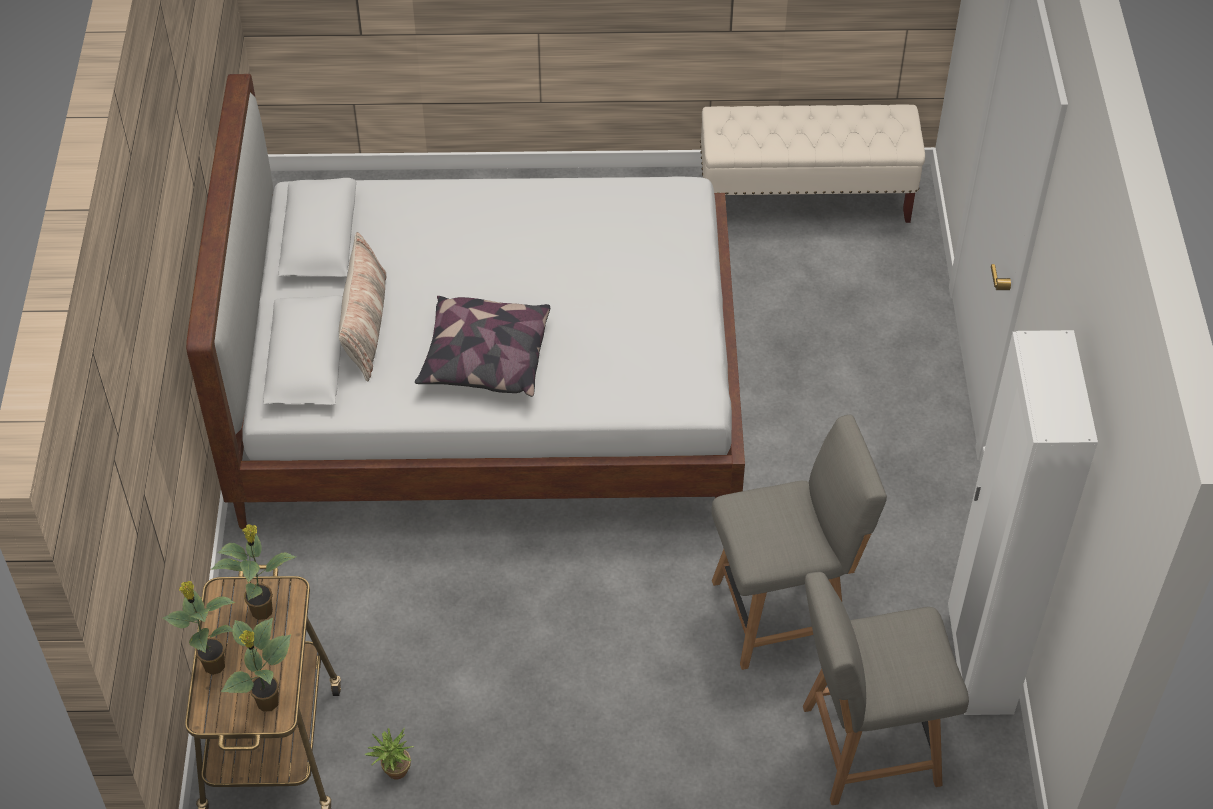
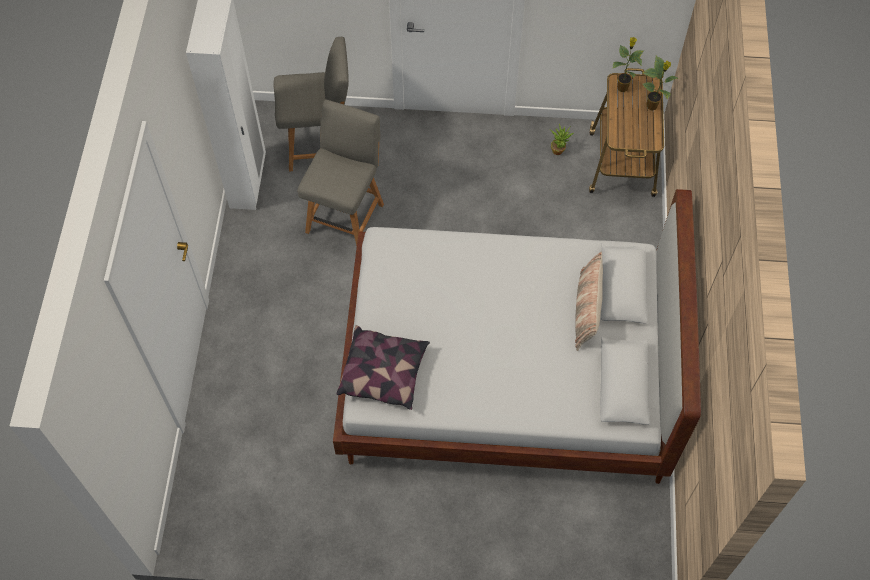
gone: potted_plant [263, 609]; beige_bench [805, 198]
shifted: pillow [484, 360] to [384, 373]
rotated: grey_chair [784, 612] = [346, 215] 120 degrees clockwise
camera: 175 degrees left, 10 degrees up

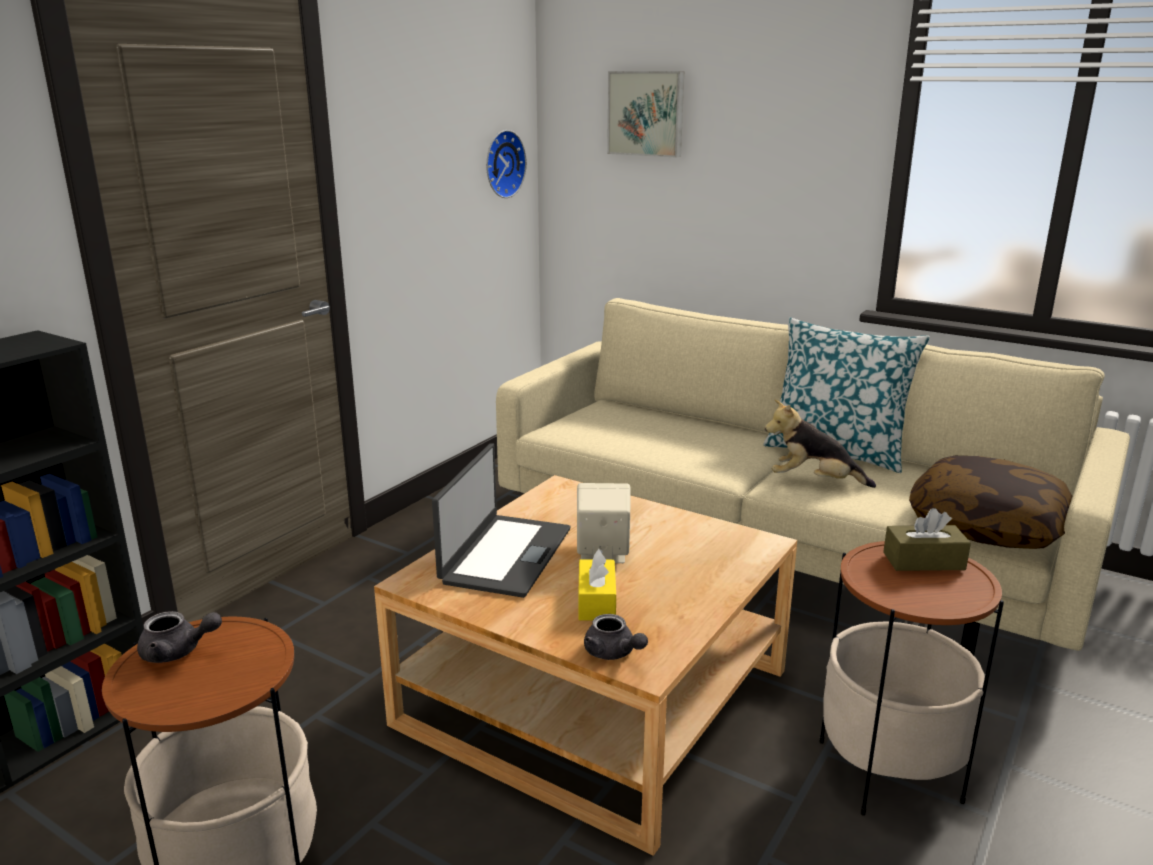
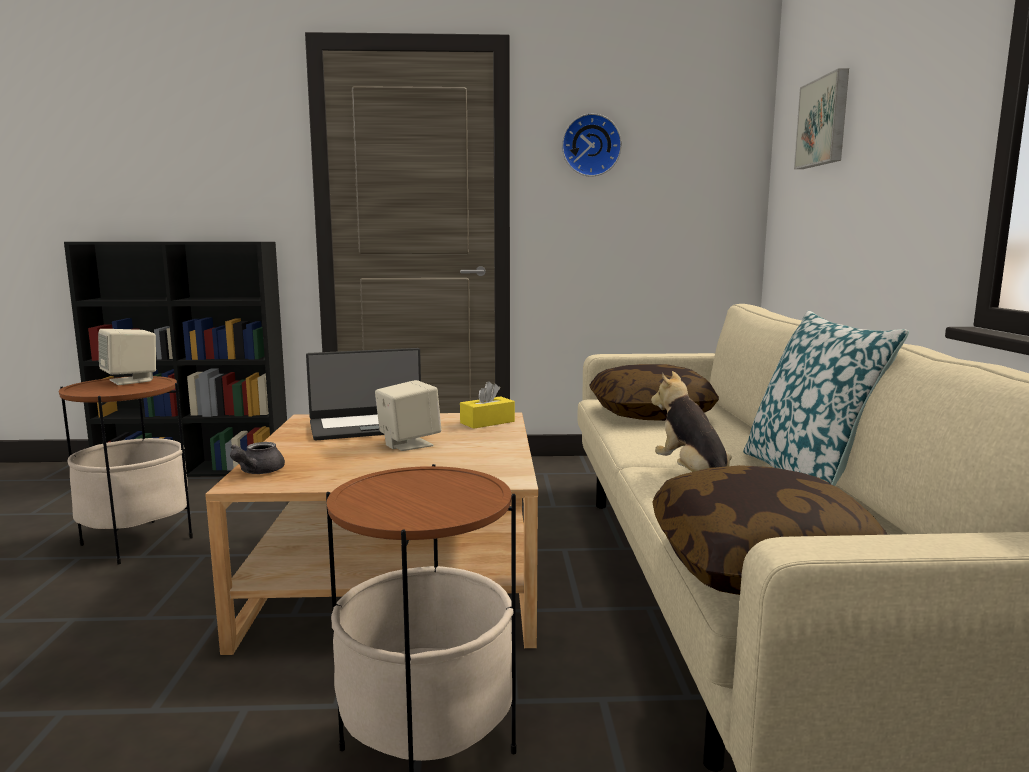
gone: brown_tissue_box [923, 561]
new: pillow [650, 414]
shifted: wall_clock [502, 164] to [591, 145]; yellow_tissue_box [596, 602] to [487, 422]
swapped: grey_teapot [178, 652] to beige_speaker [131, 380]
camera: 55 degrees right, 10 degrees down

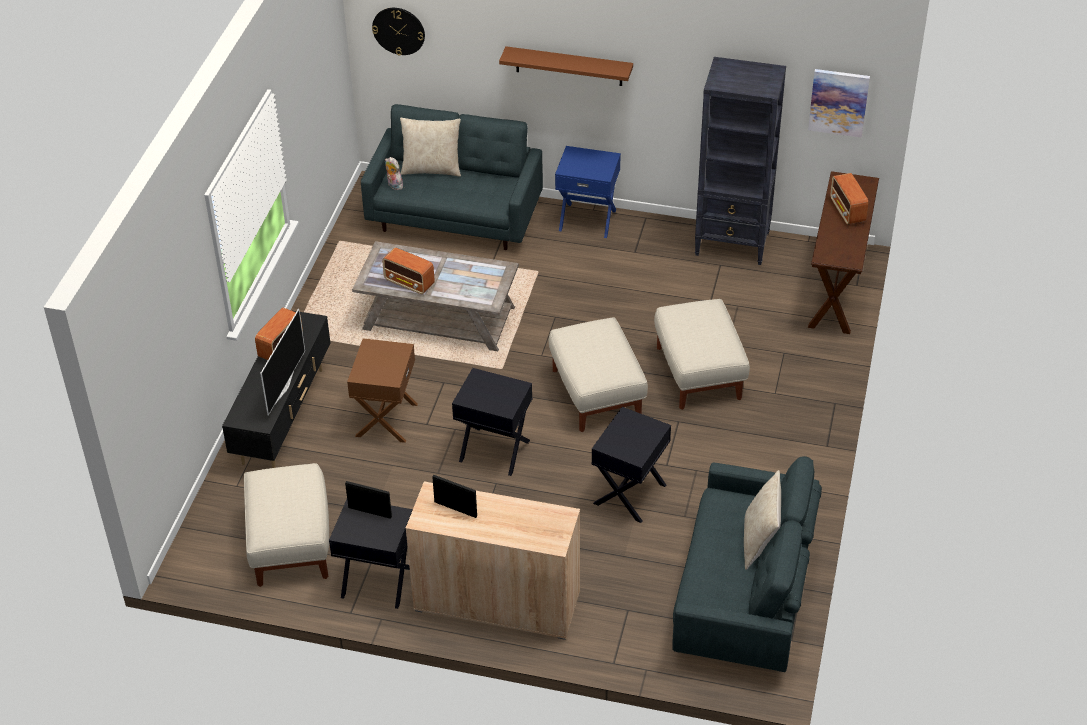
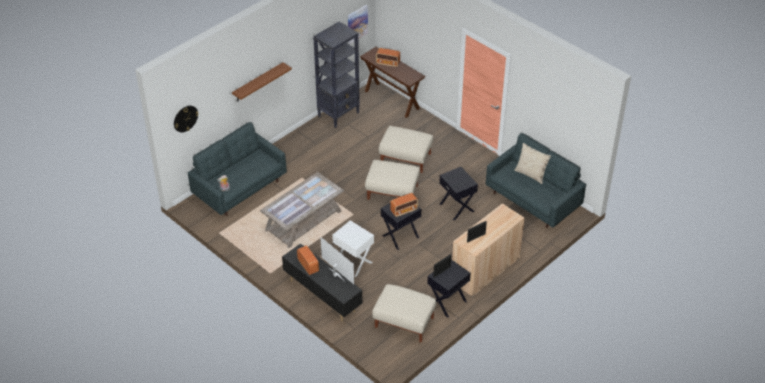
gone: beige_pillow [431, 169]; blue_nightstand [588, 219]
shifted: radio [409, 283] to [404, 210]
repainted: brown_side_table [385, 420] to white_side_table [353, 263]
camera: 60 degrees left, 0 degrees up

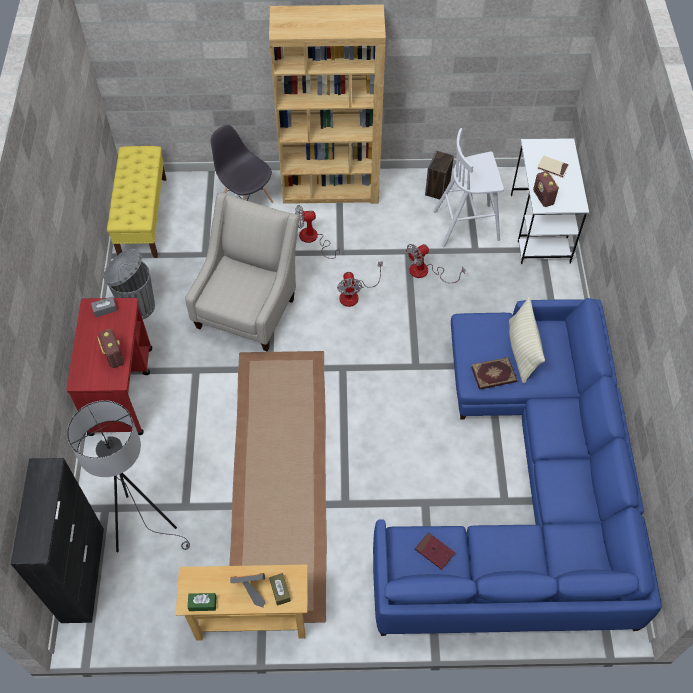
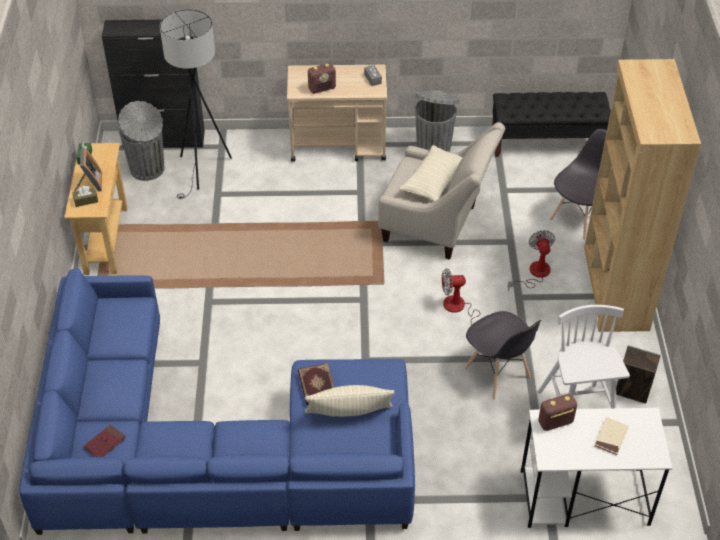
new: grey_trash_can [148, 169]; beige_pillow [433, 181]
shifted: red_book [434, 551] to [105, 443]
swapped: fan [426, 272] to grey_chair [497, 374]
repainted: red_cart [121, 390] to beige_cart [339, 145]; yellow_bench [142, 217] to black_bench [547, 143]
camera: 90 degrees right, 10 degrees down

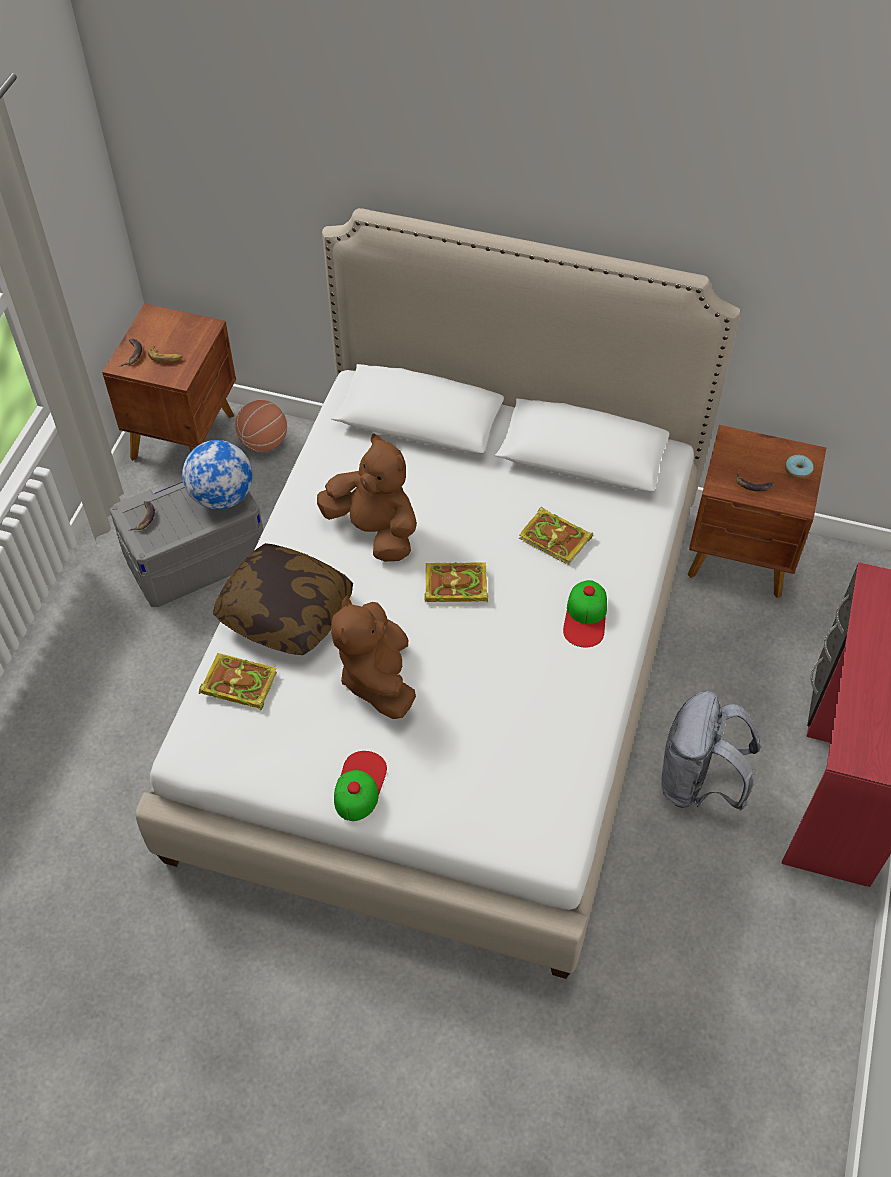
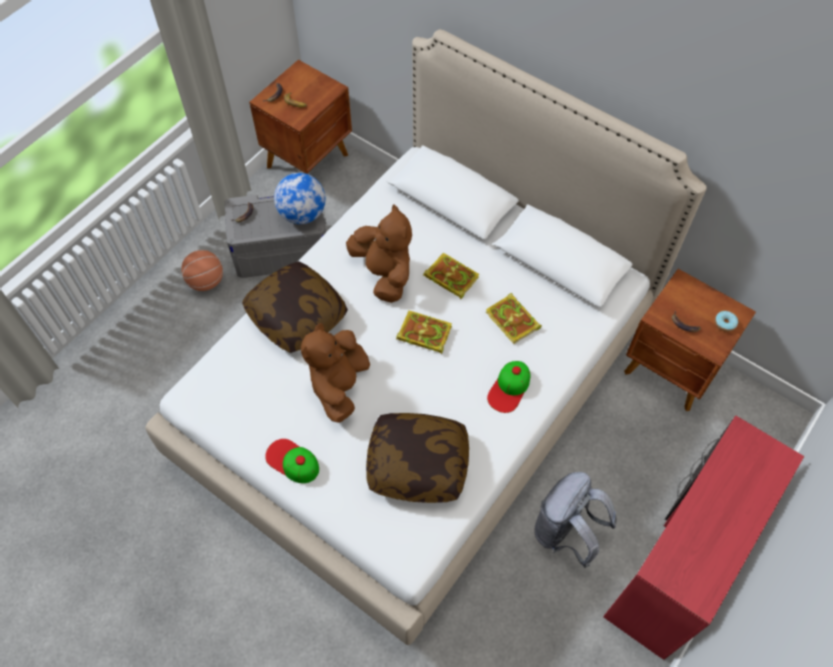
new: pillow [418, 464]
shifted: book [237, 684] to [450, 277]; basketball [263, 442] to [206, 281]
rotated: cap [359, 785] = [292, 461] 90 degrees counterclockwise
camera: 20 degrees right, 5 degrees up

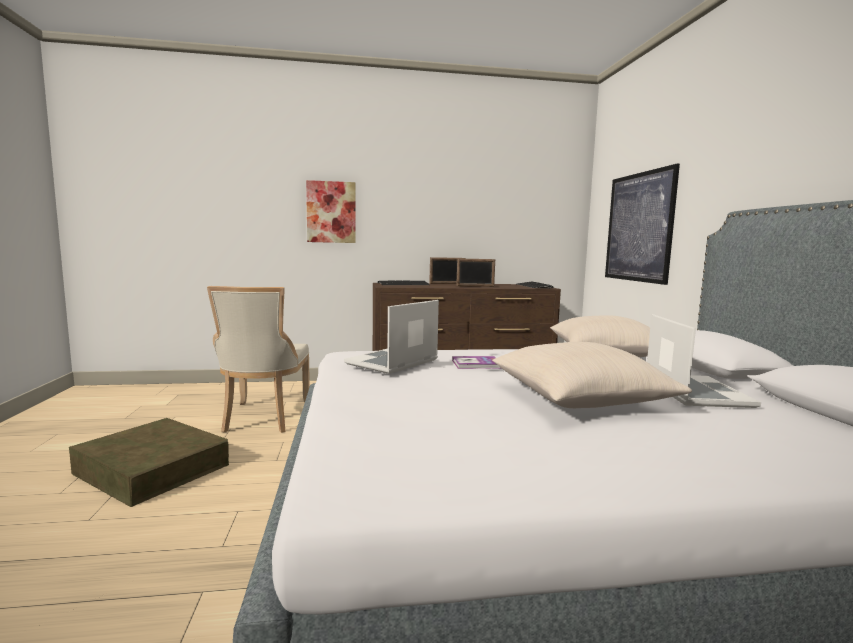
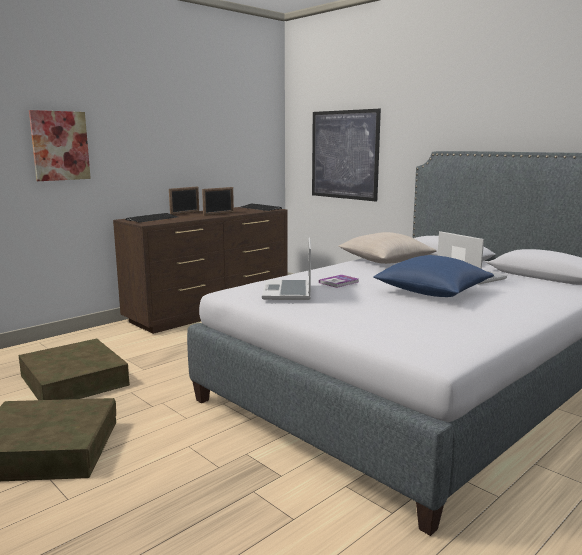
swapped: beige_chair [264, 419] to brown_storage_box [74, 380]
repainted: beige_pillow [579, 399] to blue_pillow [432, 292]
camera: 35 degrees left, 5 degrees up

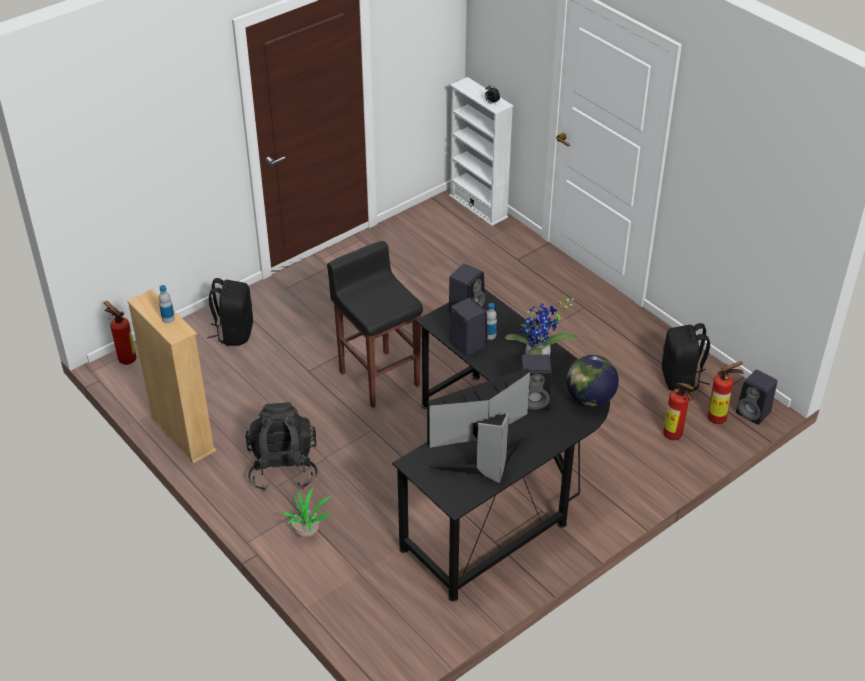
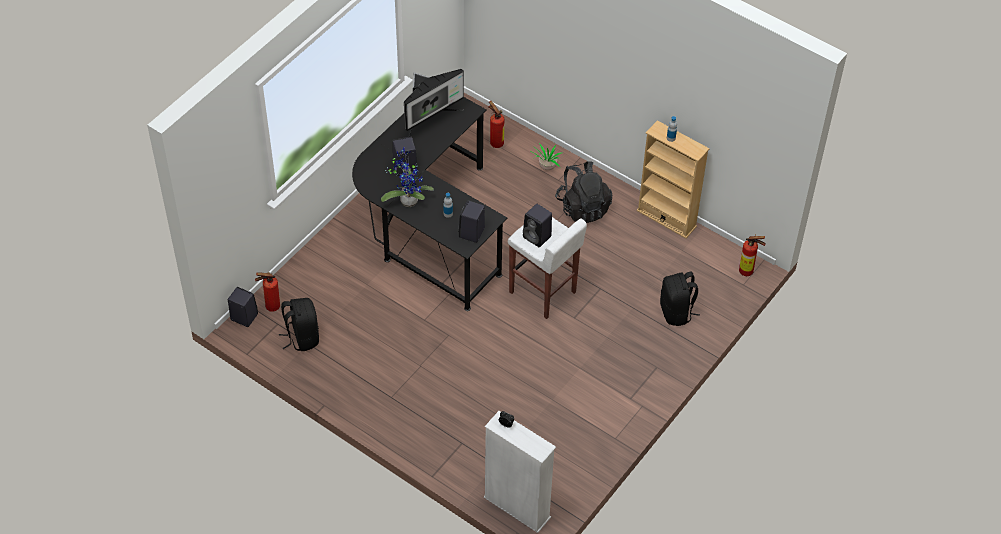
gone: globe [590, 398]
shifted: black_speaker [467, 344] to [538, 237]; fire_extinguisher [674, 436] to [495, 142]
repainted: black_stool [379, 377] to white_stool [542, 293]
camera: 165 degrees right, 10 degrees up

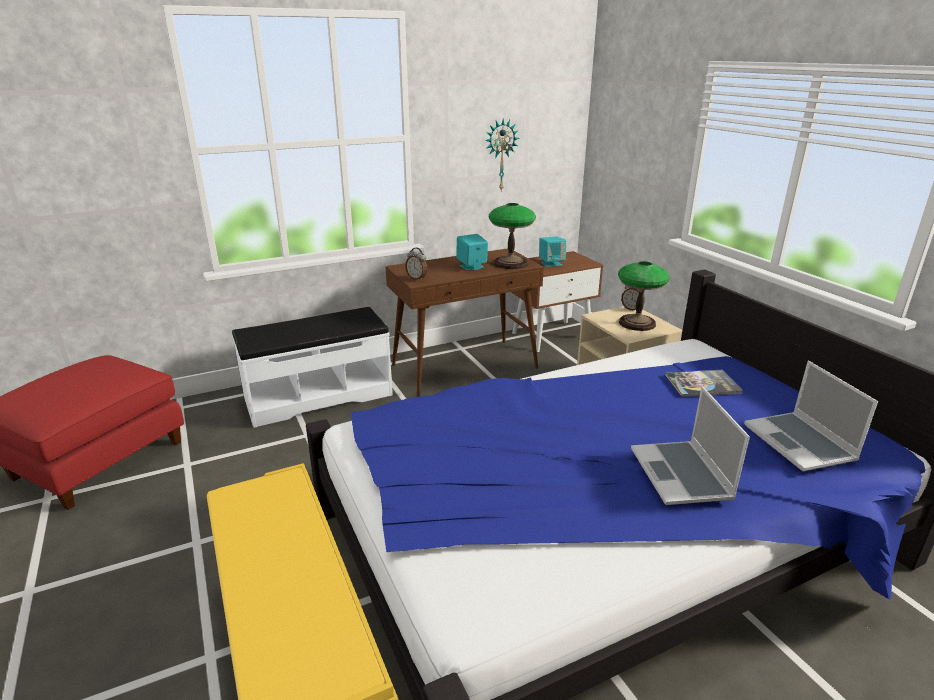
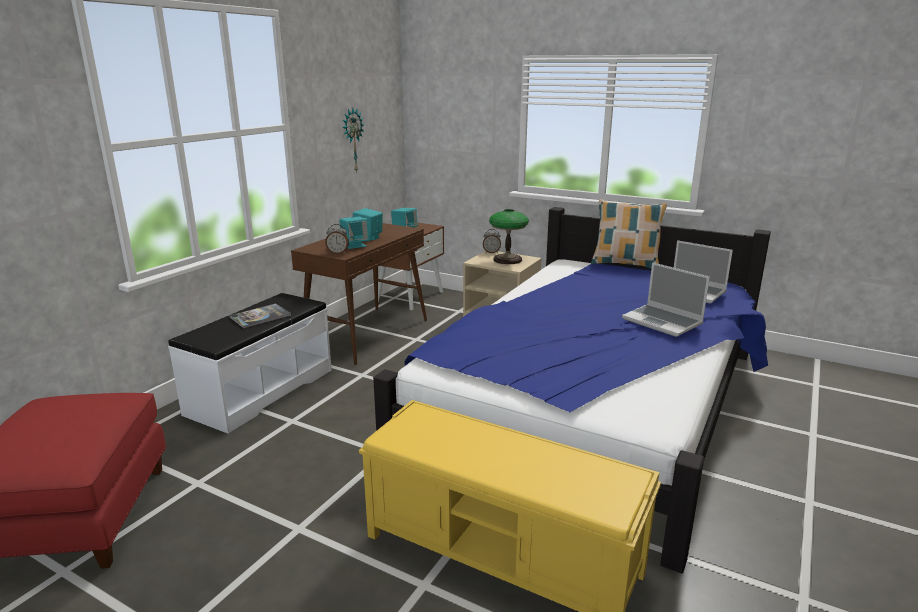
gone: table_lamp [511, 263]
new: turquoise_speaker [355, 245]; pillow [625, 264]
shifted: book [702, 384] to [260, 316]
camera: 35 degrees left, 5 degrees down

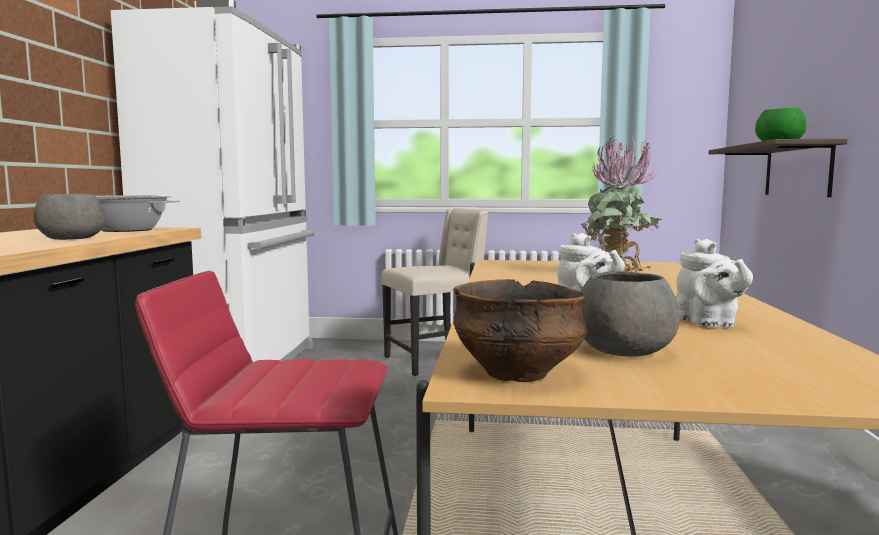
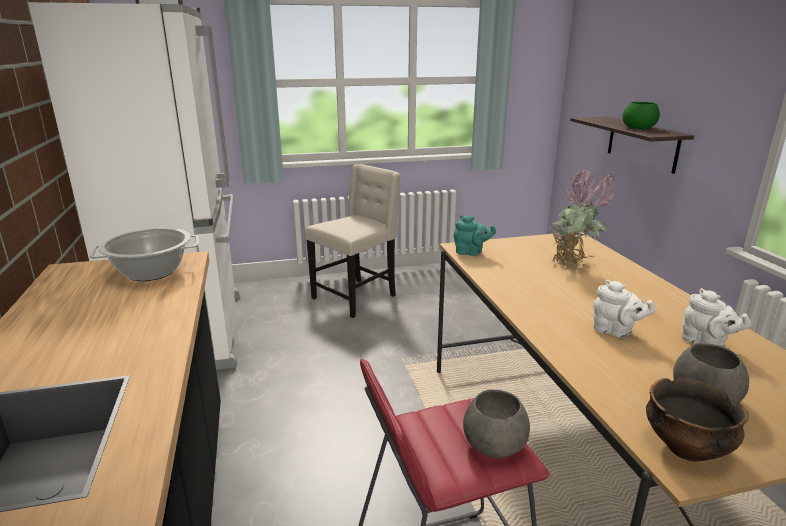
new: turquoise_teapot [471, 253]
shifted: grey_bowl [70, 238] to [494, 444]
camera: 20 degrees left, 15 degrees up

